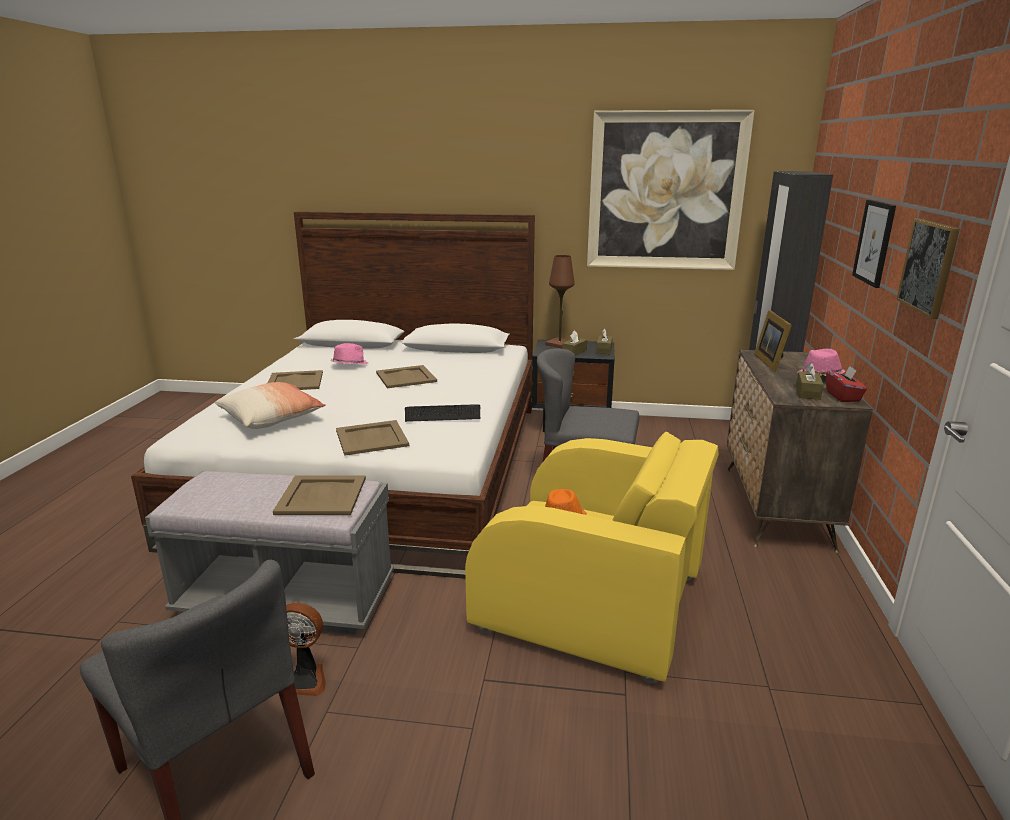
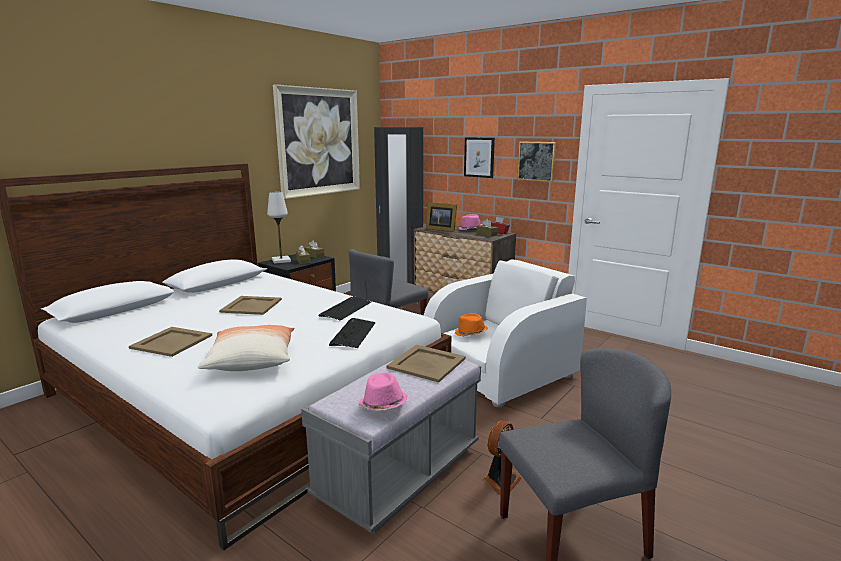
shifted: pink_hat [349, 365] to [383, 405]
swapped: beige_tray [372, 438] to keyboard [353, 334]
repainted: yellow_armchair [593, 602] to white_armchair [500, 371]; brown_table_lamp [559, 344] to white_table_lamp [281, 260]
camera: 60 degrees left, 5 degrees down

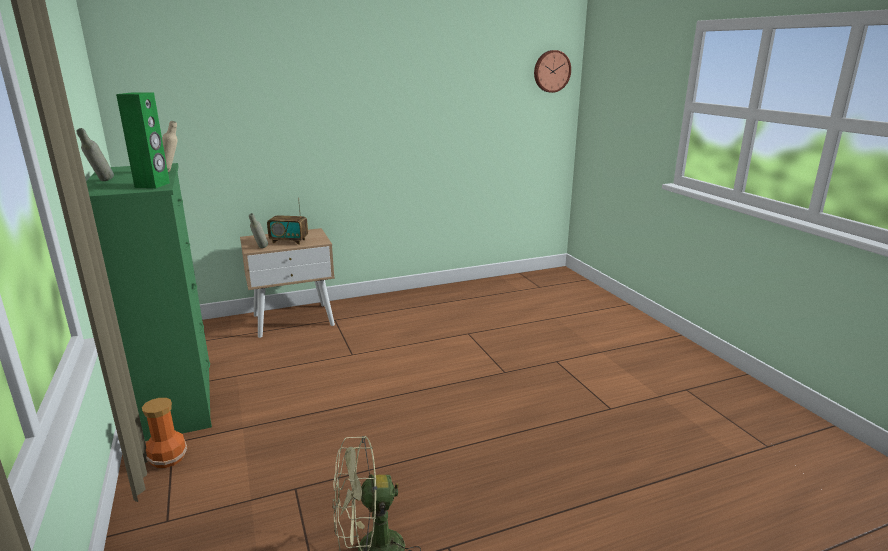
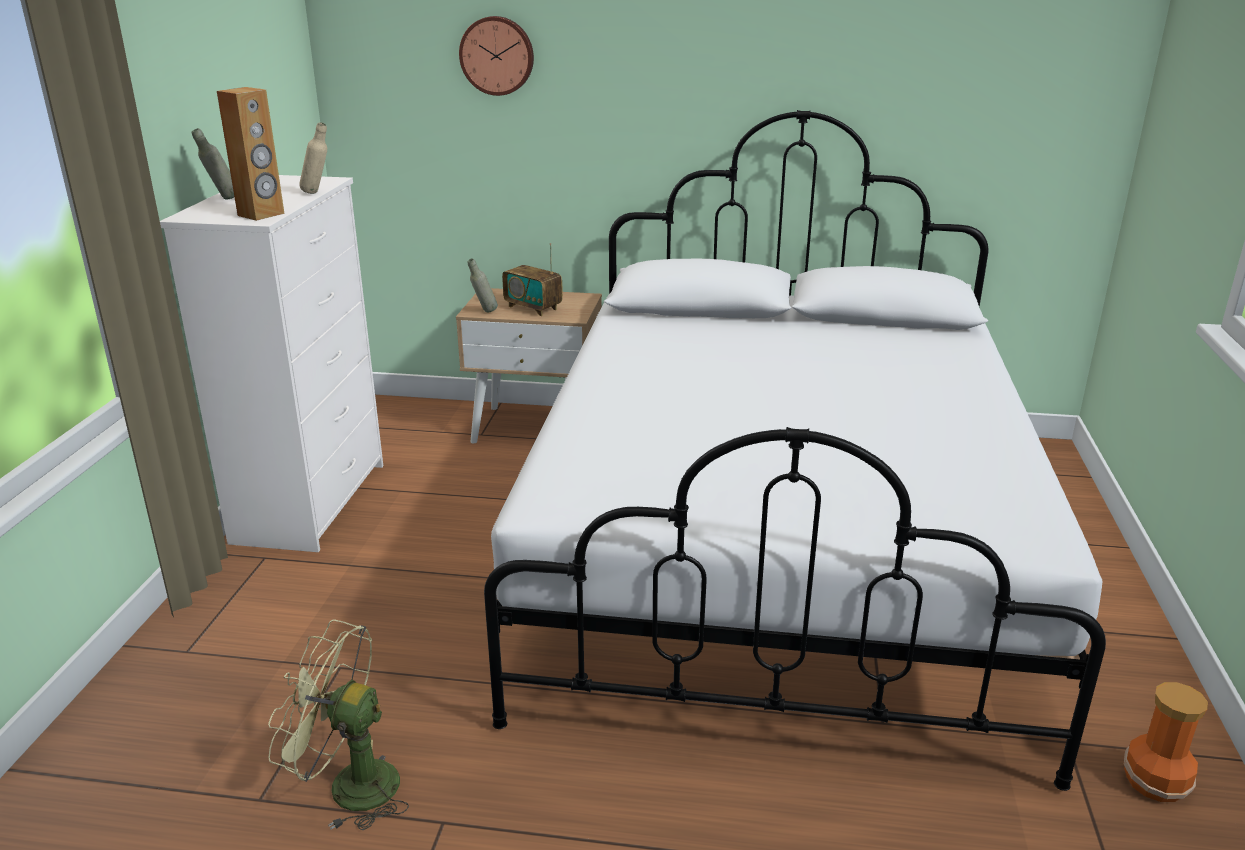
new: white_bed [778, 552]
shifted: vase [167, 457] to [1154, 780]; wall_clock [551, 71] to [497, 55]
repainted: green_dresser [177, 398] to white_dresser [312, 501]; green_speaker [152, 185] to brown_speaker [261, 214]
camera: 30 degrees right, 5 degrees up

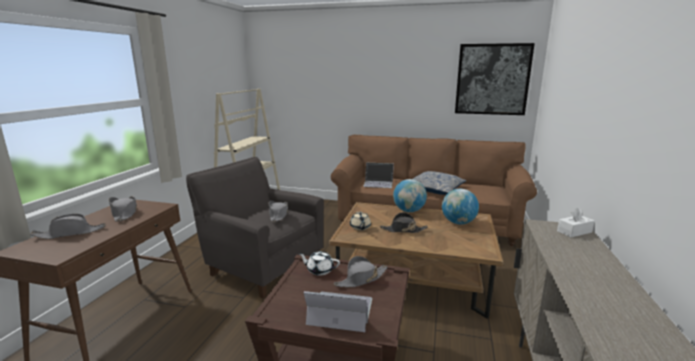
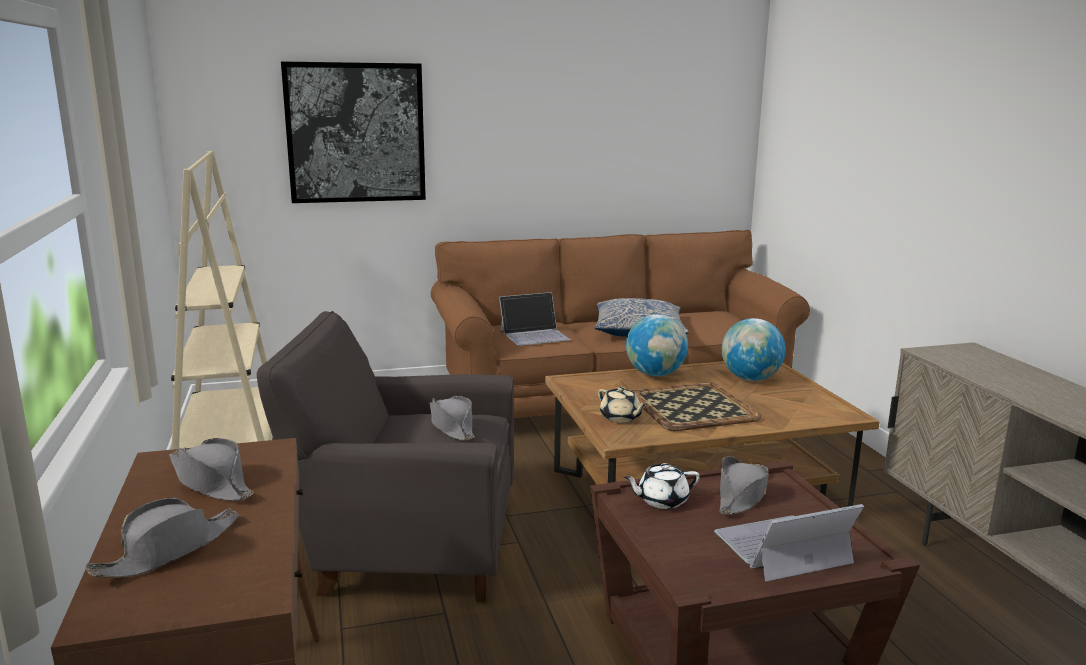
gone: white_tissue_box [574, 232]
shifted: picture [492, 79] to [356, 133]
swapped: black_hat [403, 230] to tray [691, 407]
camera: 30 degrees left, 0 degrees up

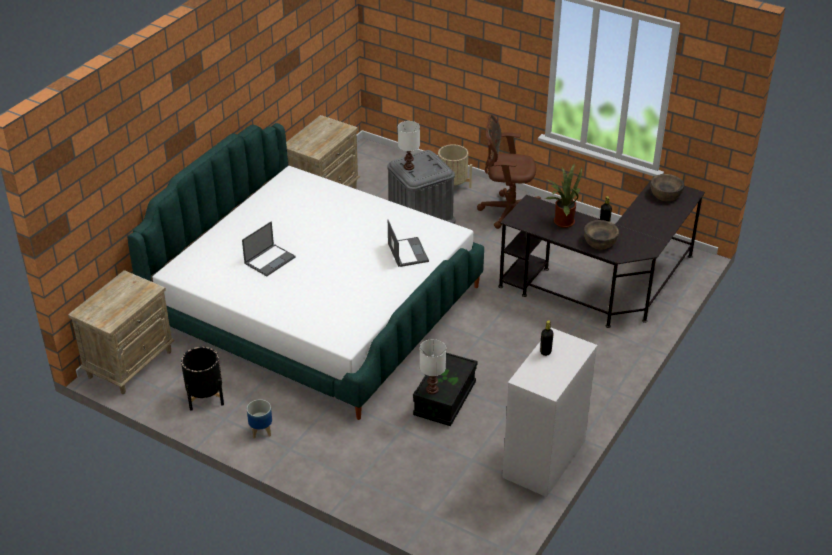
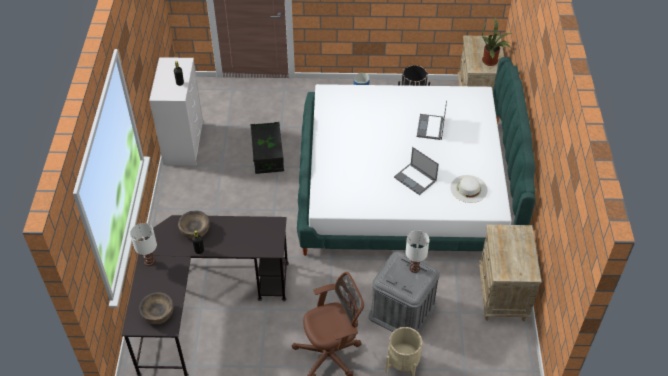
new: white_hat [468, 188]
shifted: laptop [407, 252] to [415, 179]; white_table_lamp [432, 390] to [149, 262]; potted_plant [562, 221] to [491, 61]
camera: 150 degrees right, 10 degrees up

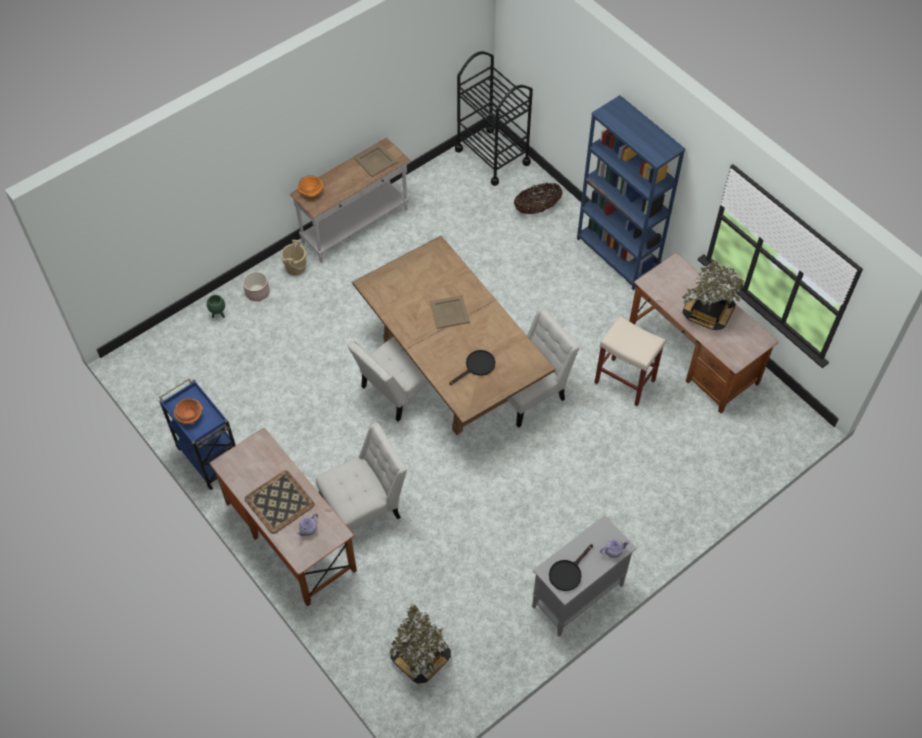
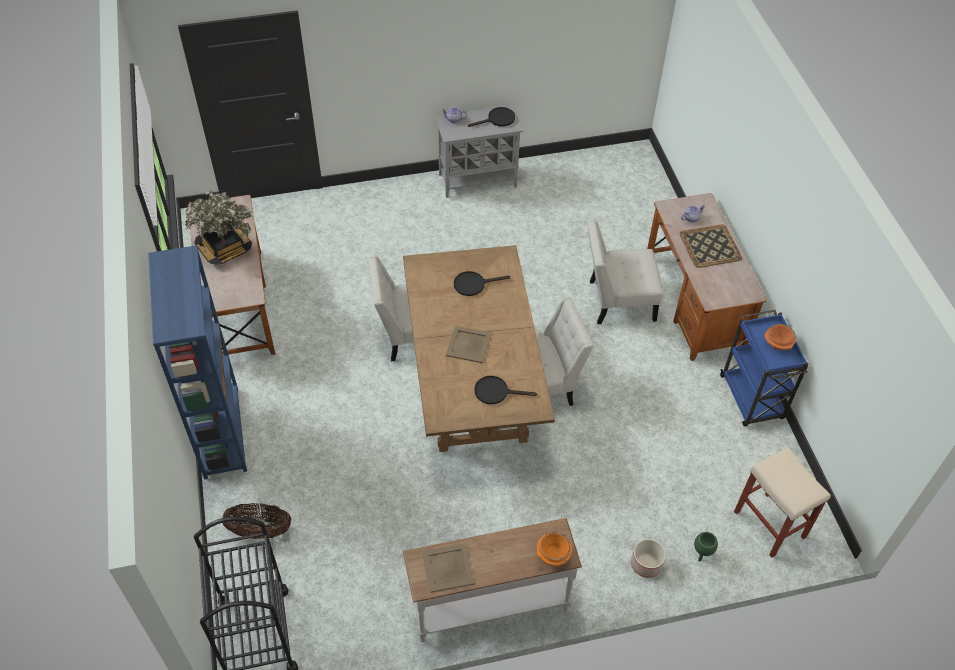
gone: beige_bucket [295, 267]; potted_plant [420, 657]
new: black_frying_pan [496, 392]
shifted: beige_stool [624, 381] to [770, 525]
camera: 155 degrees left, 5 degrees down

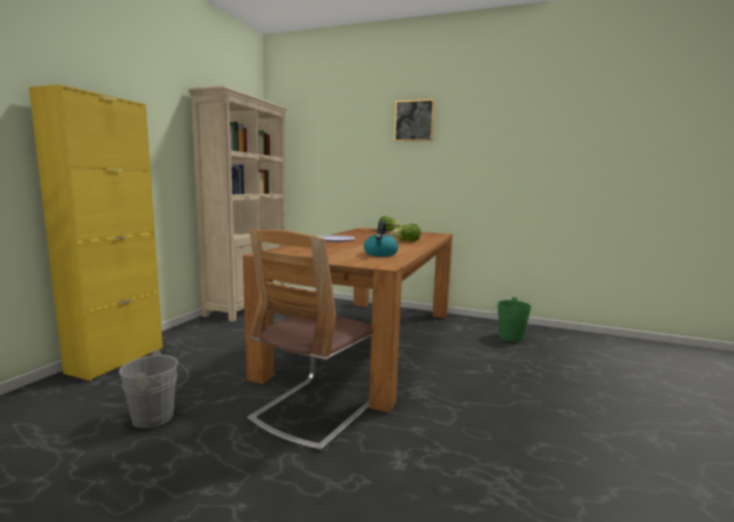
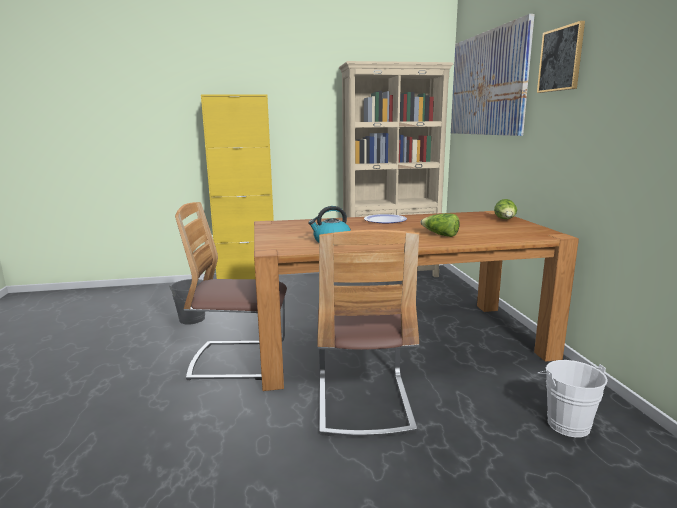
new: chair [363, 402]; picture [487, 84]
repainted: green_bucket [508, 337] to white_bucket [565, 422]
camera: 60 degrees right, 5 degrees up

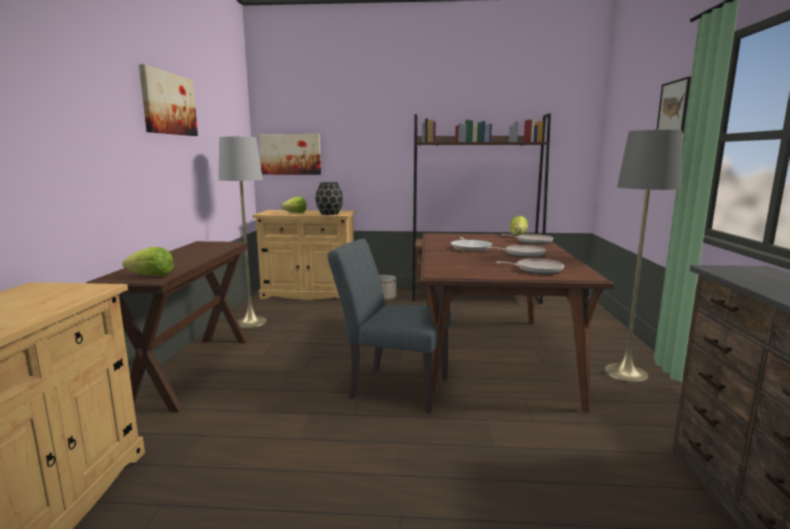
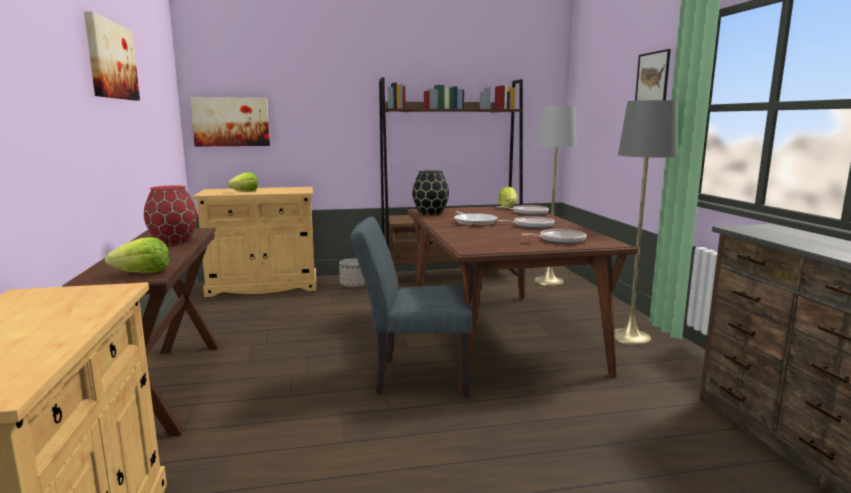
new: red_vase [174, 241]
shifted: grey_floor_lamp [251, 322] to [549, 281]; black_vase [329, 214] to [430, 213]
camera: 15 degrees left, 0 degrees up

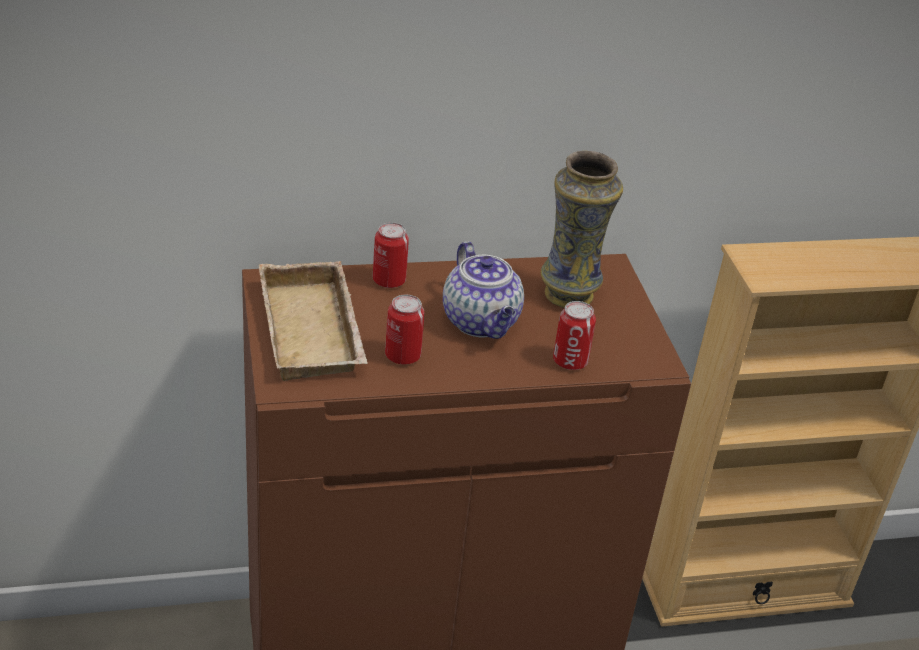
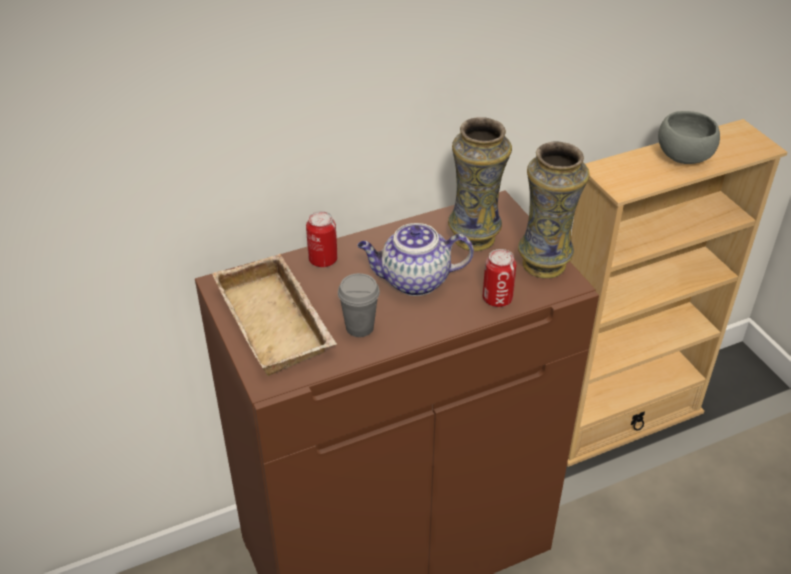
new: vase [545, 265]; grey_bowl [683, 157]
swapped: can [402, 356] to grey_cup [359, 327]
rotated: teapot [482, 323] = [413, 281] 120 degrees clockwise
camera: 10 degrees left, 5 degrees up

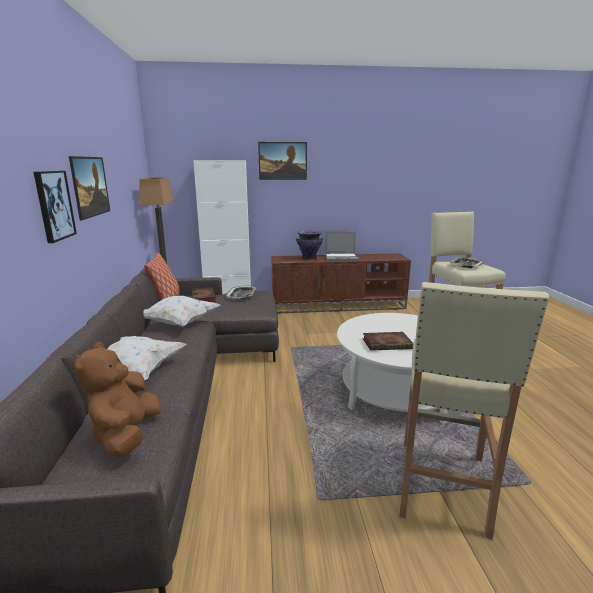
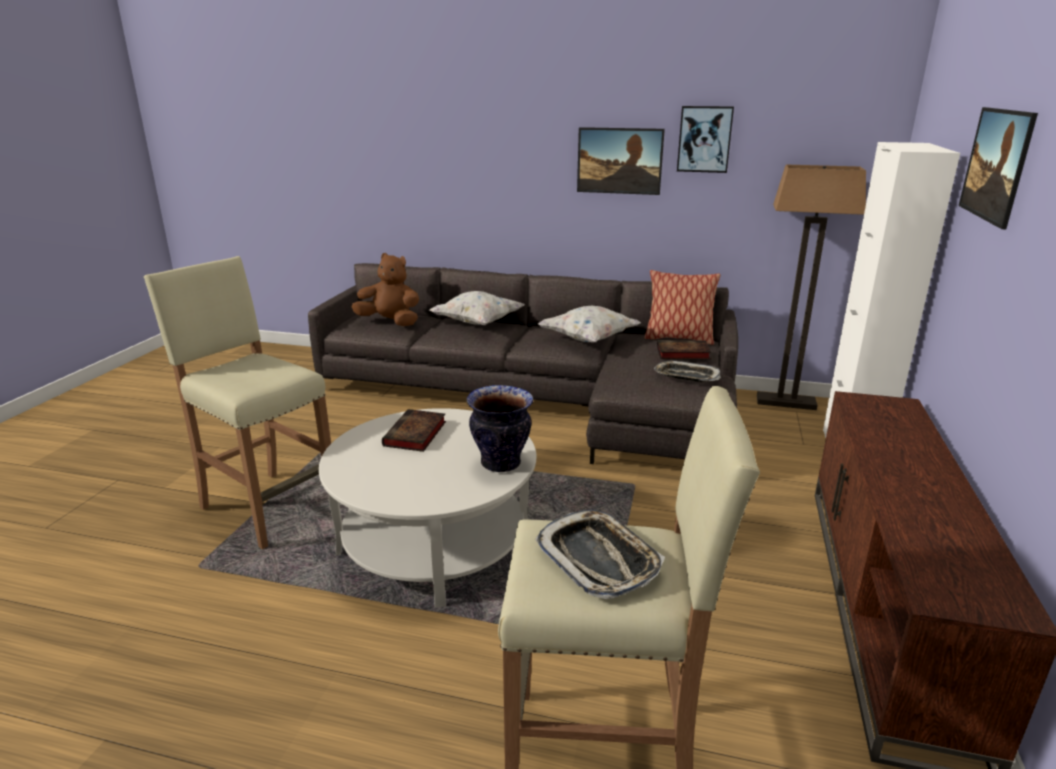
gone: laptop [341, 258]
shifted: picture [54, 205] to [704, 139]; vase [309, 258] to [501, 464]
camera: 110 degrees right, 5 degrees up

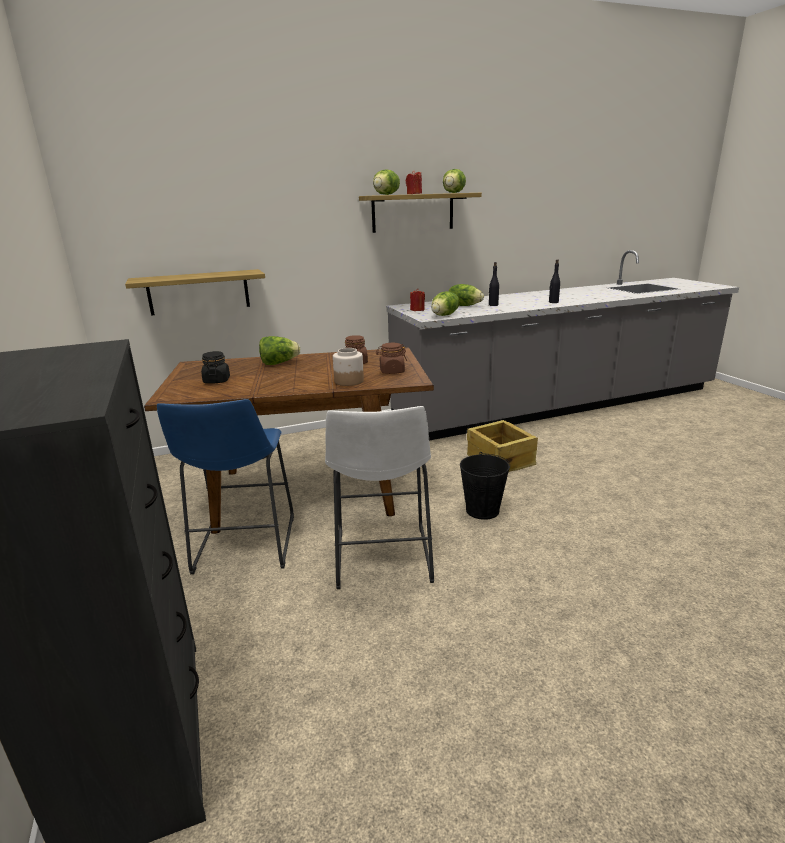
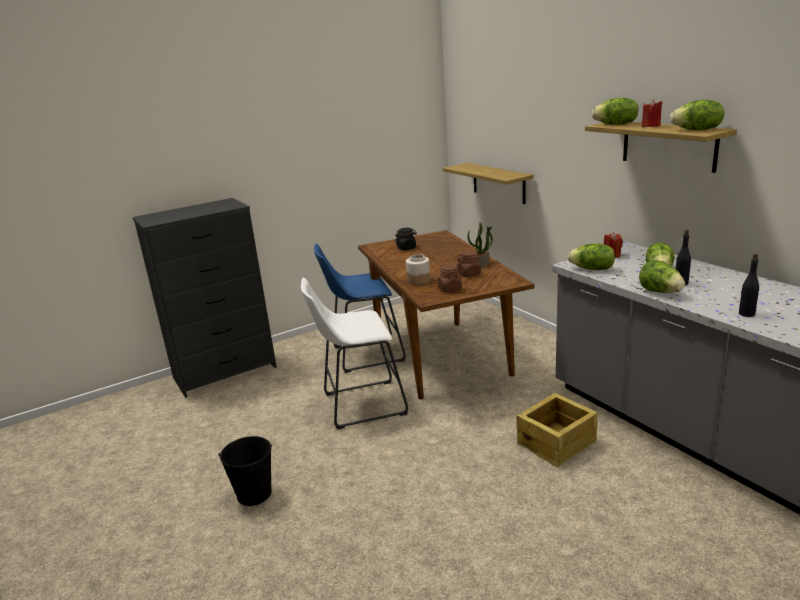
new: potted_plant [481, 264]
shifted: lettuce [279, 363] to [660, 292]; black_bucket [482, 510] to [254, 494]
camera: 80 degrees right, 0 degrees up

